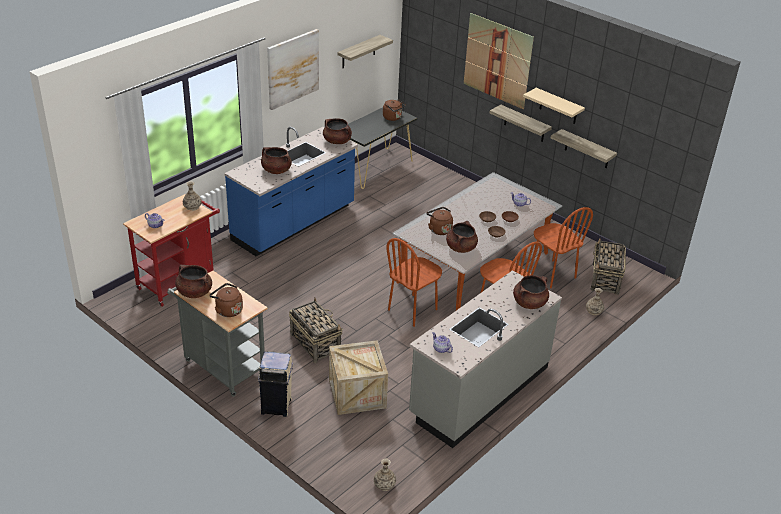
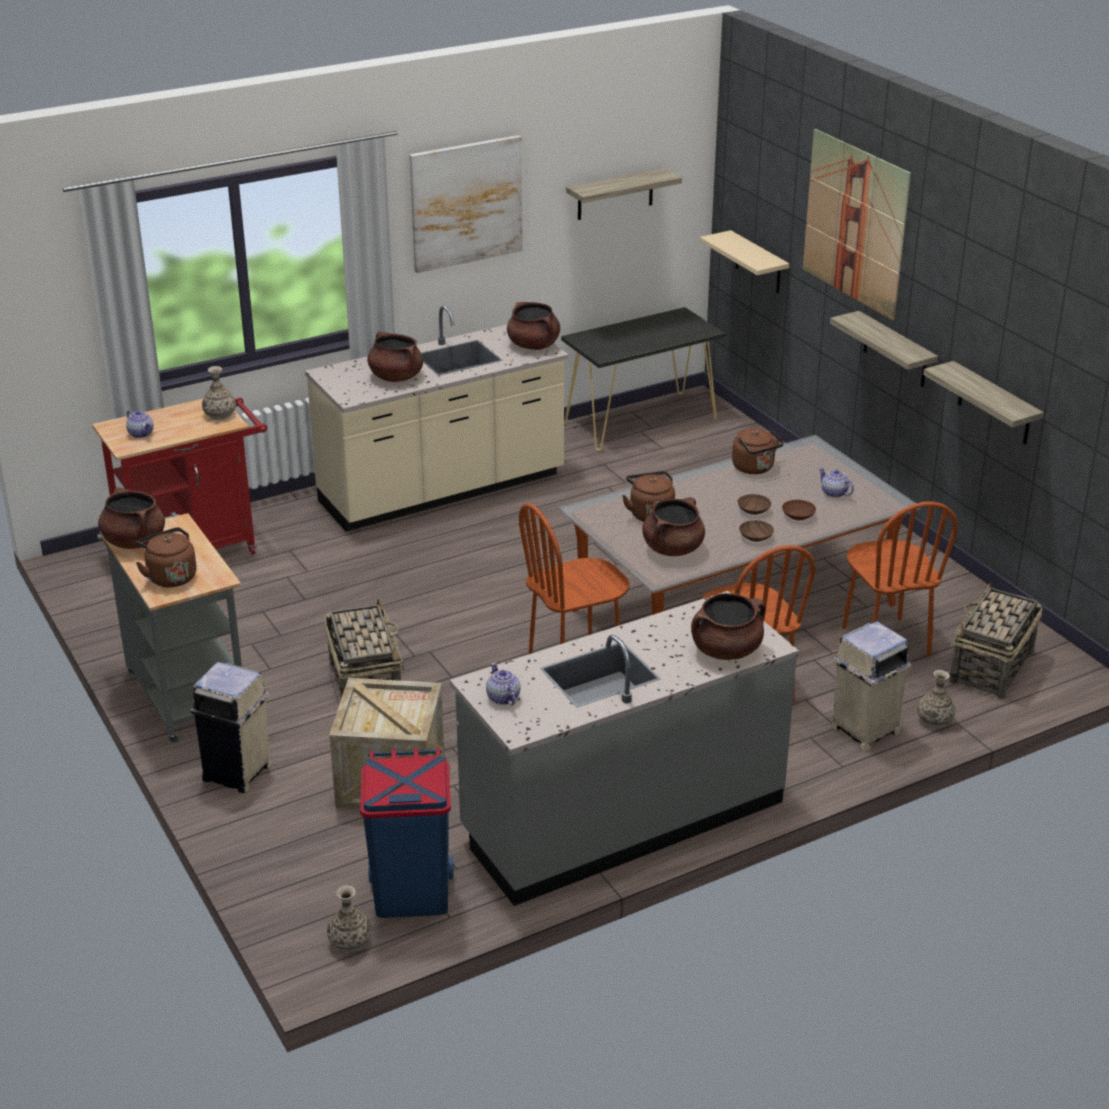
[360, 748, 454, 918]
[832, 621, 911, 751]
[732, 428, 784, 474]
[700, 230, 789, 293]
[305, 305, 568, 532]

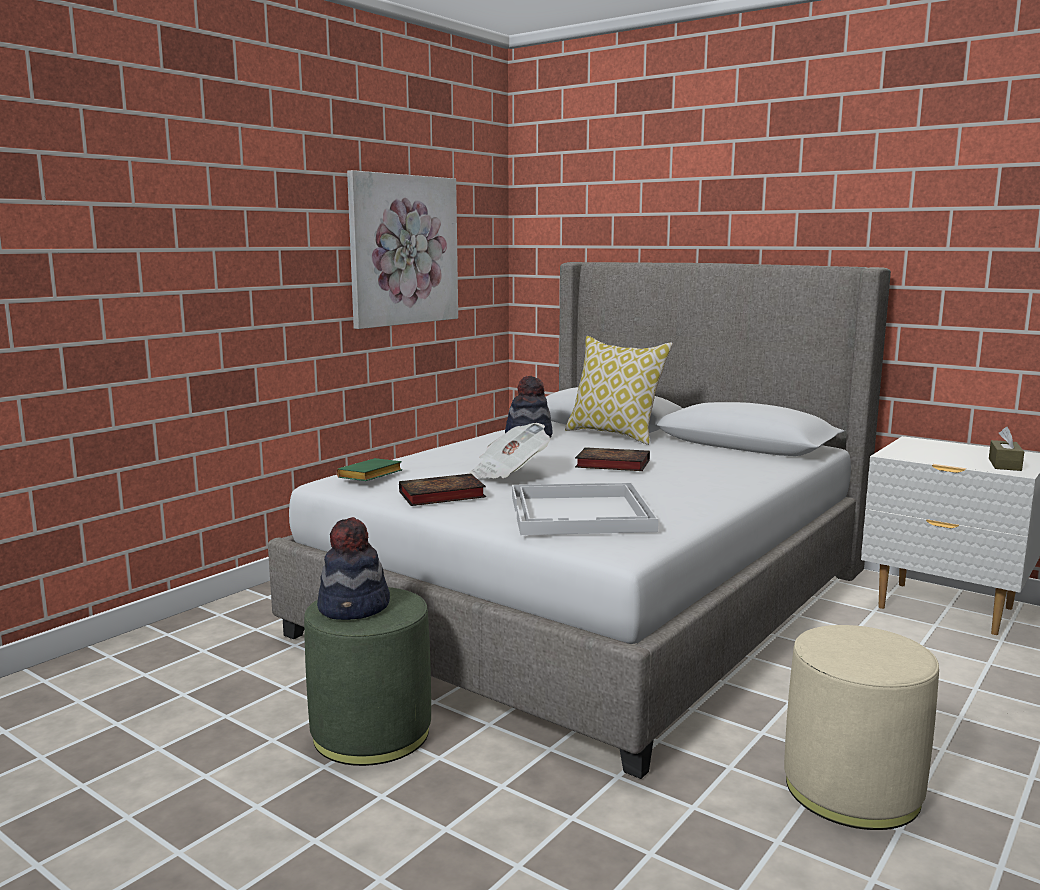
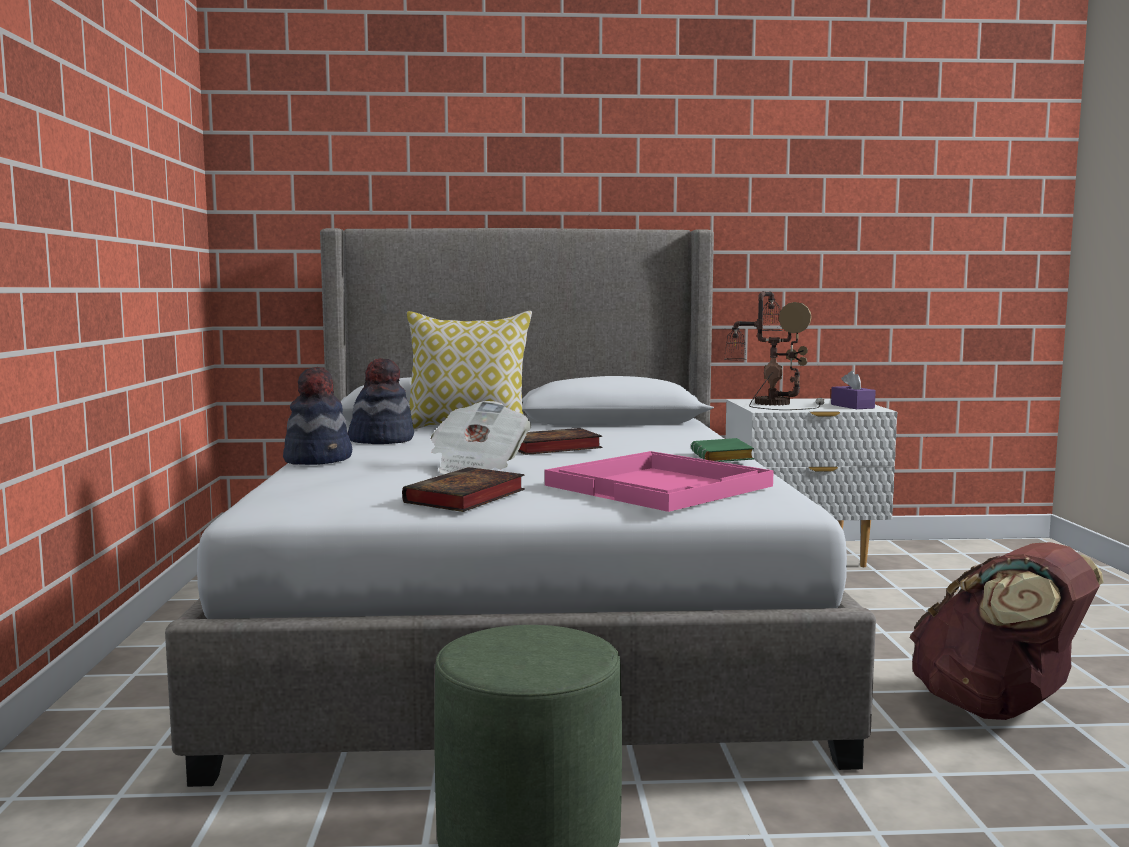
[347, 170, 458, 329] (first image)
[724, 291, 825, 410]
[283, 367, 352, 465]
[691, 438, 754, 462]
[909, 542, 1104, 720]
[545, 451, 774, 512]
[831, 371, 876, 409]

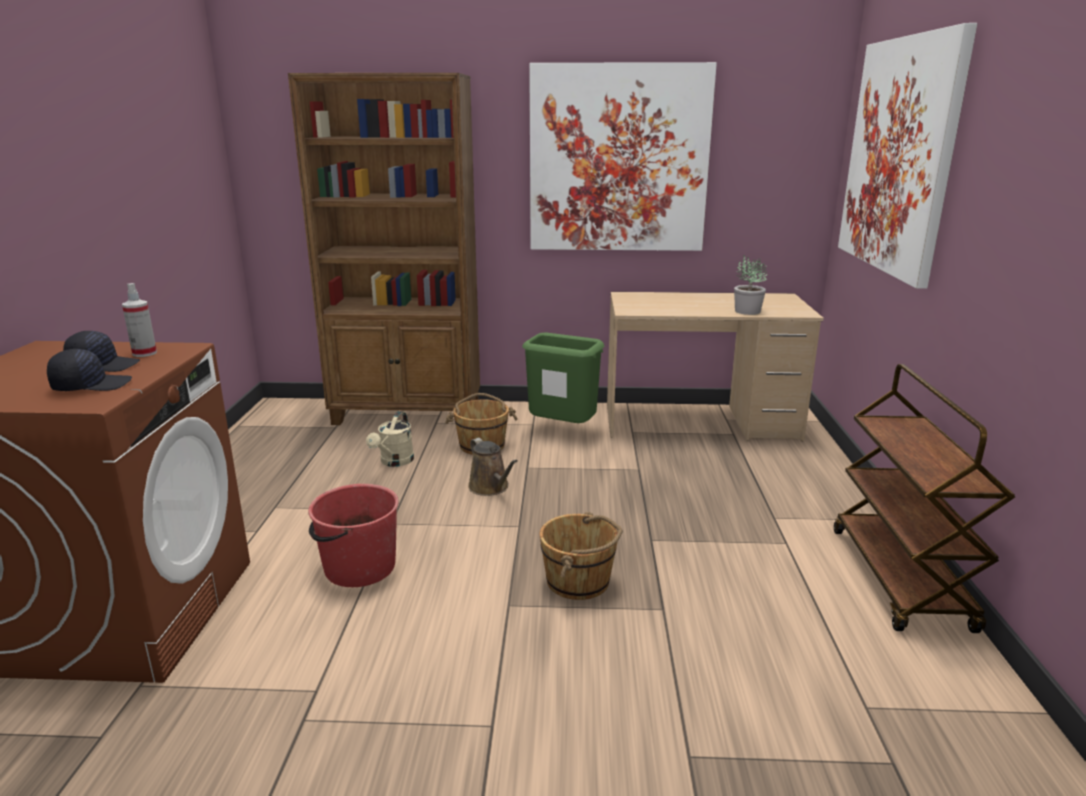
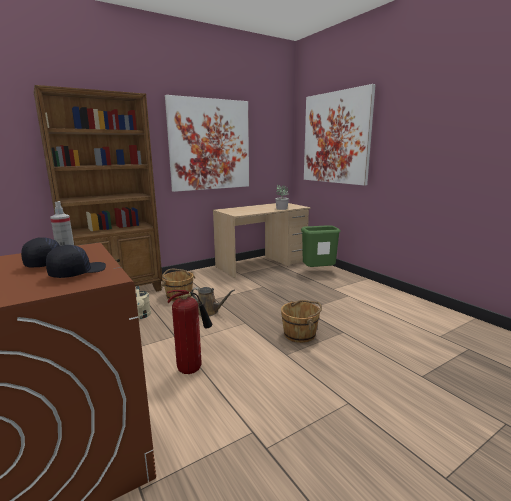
[834, 364, 1015, 633] (first image)
[301, 225, 341, 267]
[167, 290, 212, 374]

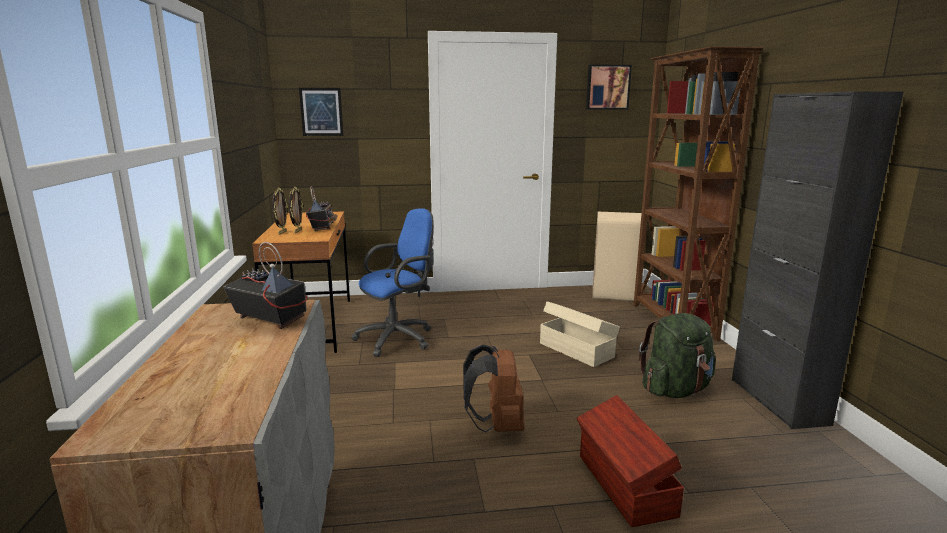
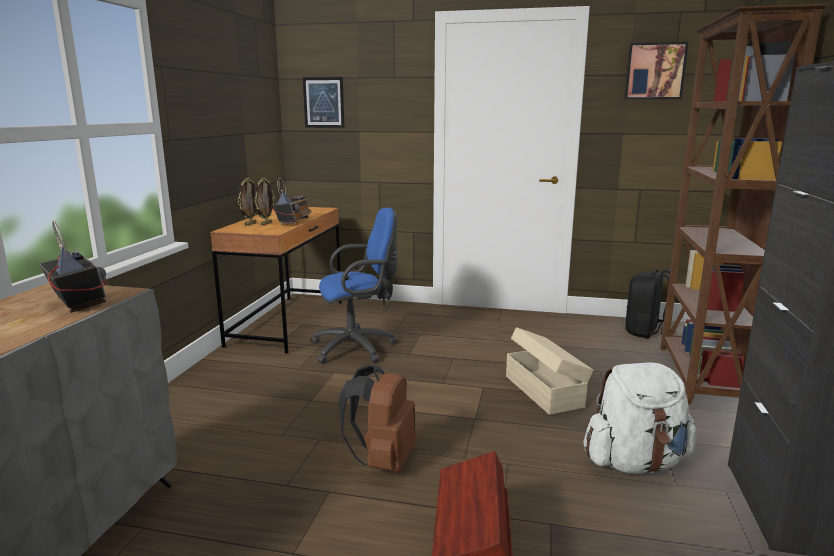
[626, 269, 676, 338]
[584, 363, 697, 474]

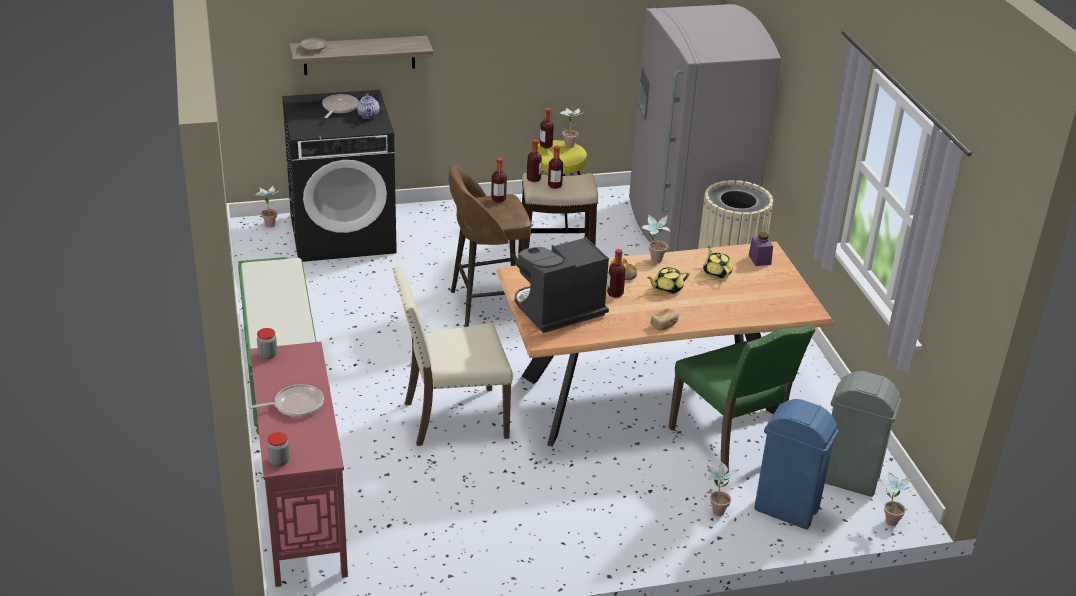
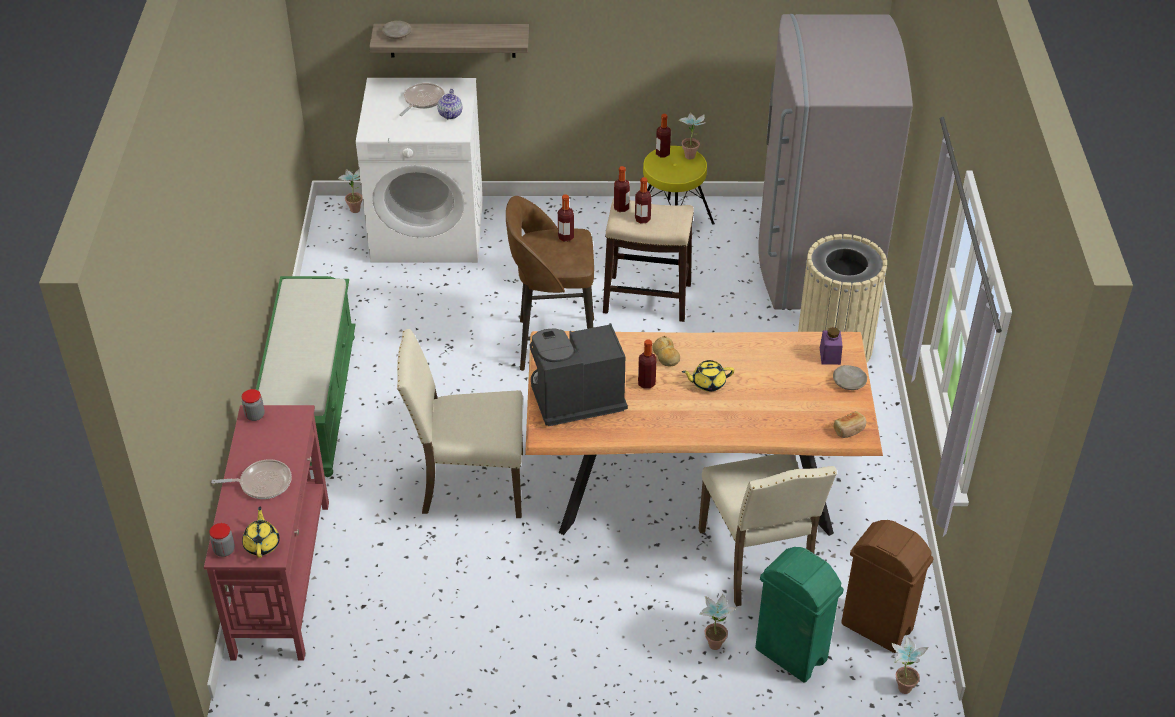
[641, 214, 670, 263] (first image)
[833, 365, 867, 390]
[833, 411, 866, 438]
[242, 507, 280, 558]
[356, 78, 483, 263]
[699, 454, 837, 606]
[755, 547, 844, 683]
[841, 520, 933, 653]

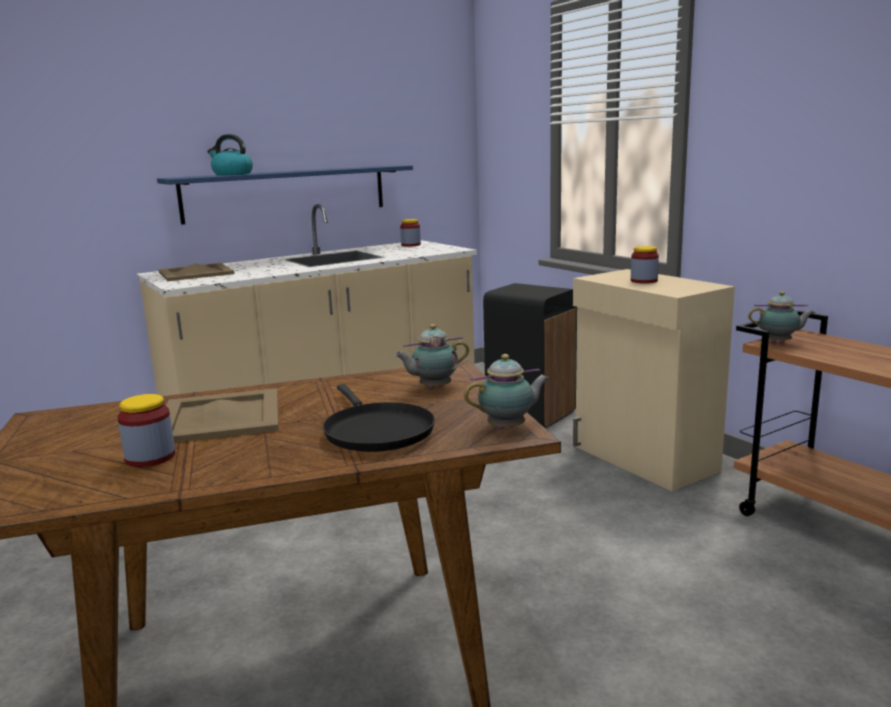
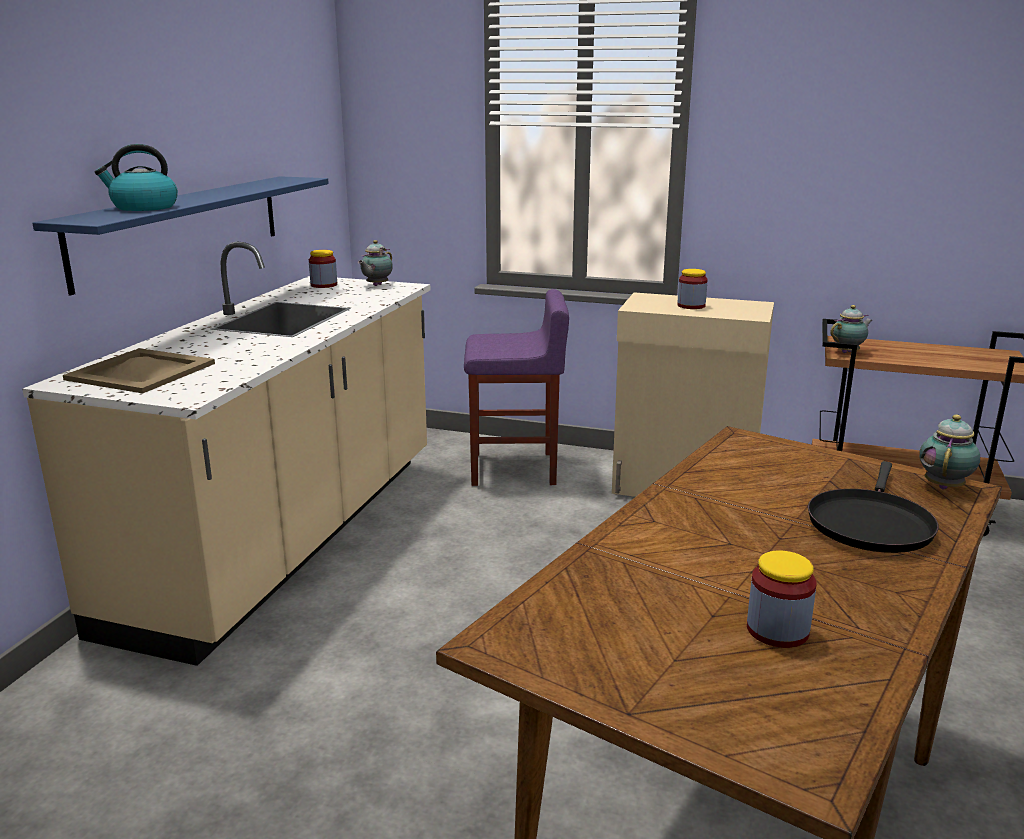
[166, 388, 279, 442] (first image)
[358, 240, 393, 286]
[464, 289, 569, 486]
[808, 461, 939, 553]

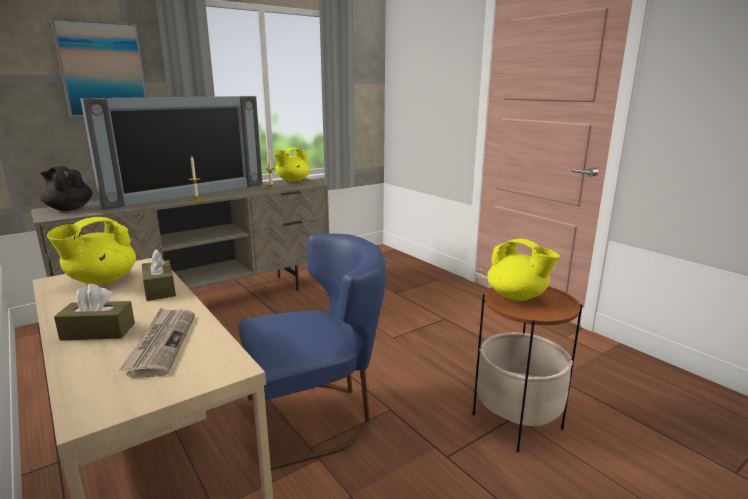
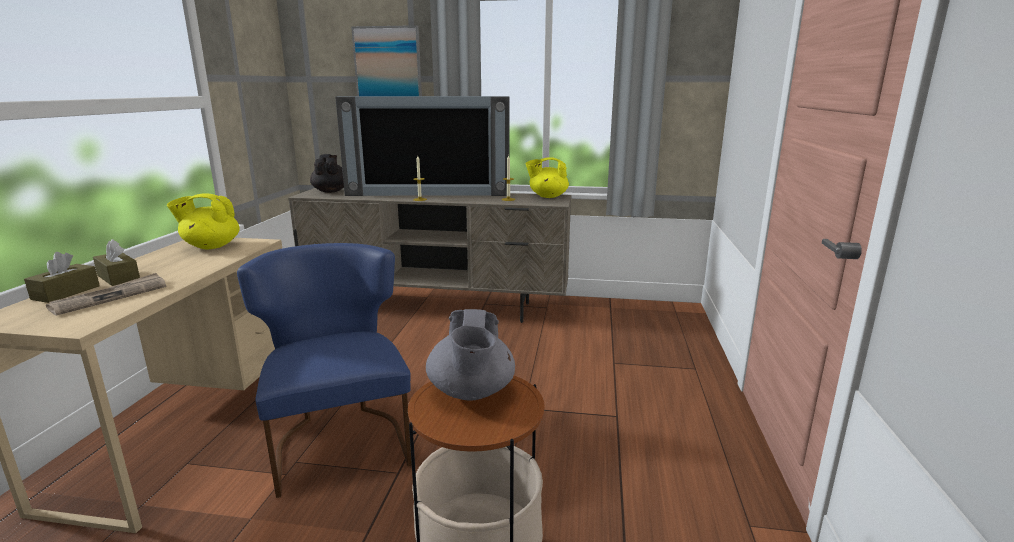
[24, 252, 100, 303]
[426, 309, 515, 400]
[237, 243, 412, 498]

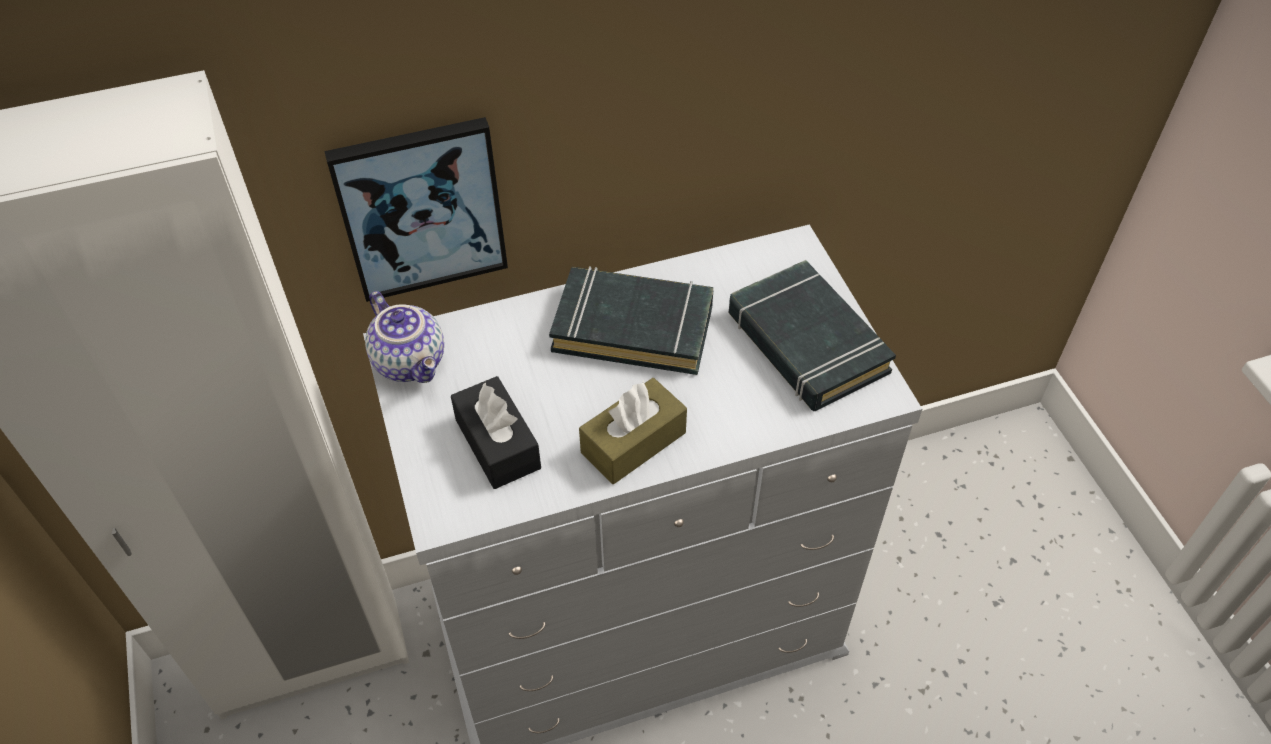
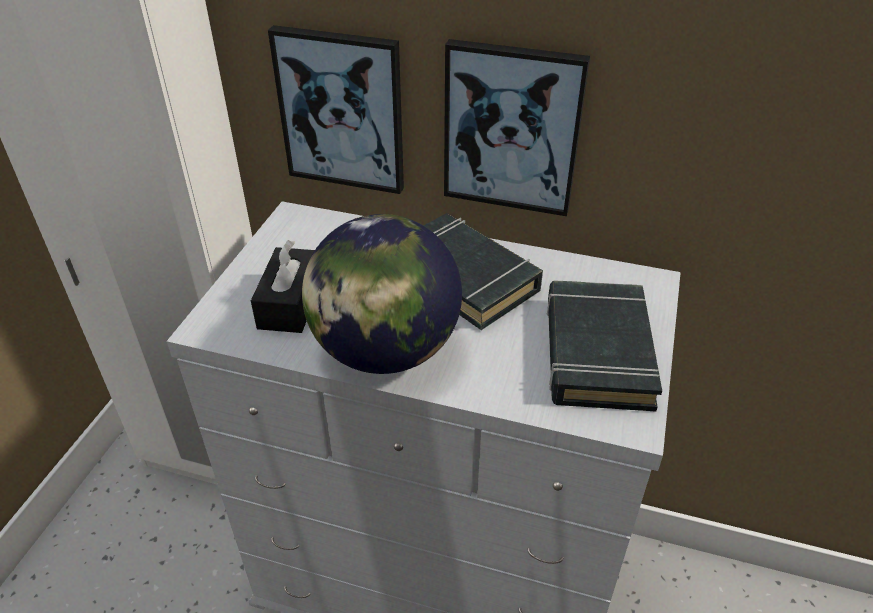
[365, 291, 444, 383] (first image)
[444, 39, 590, 216]
[302, 214, 462, 374]

